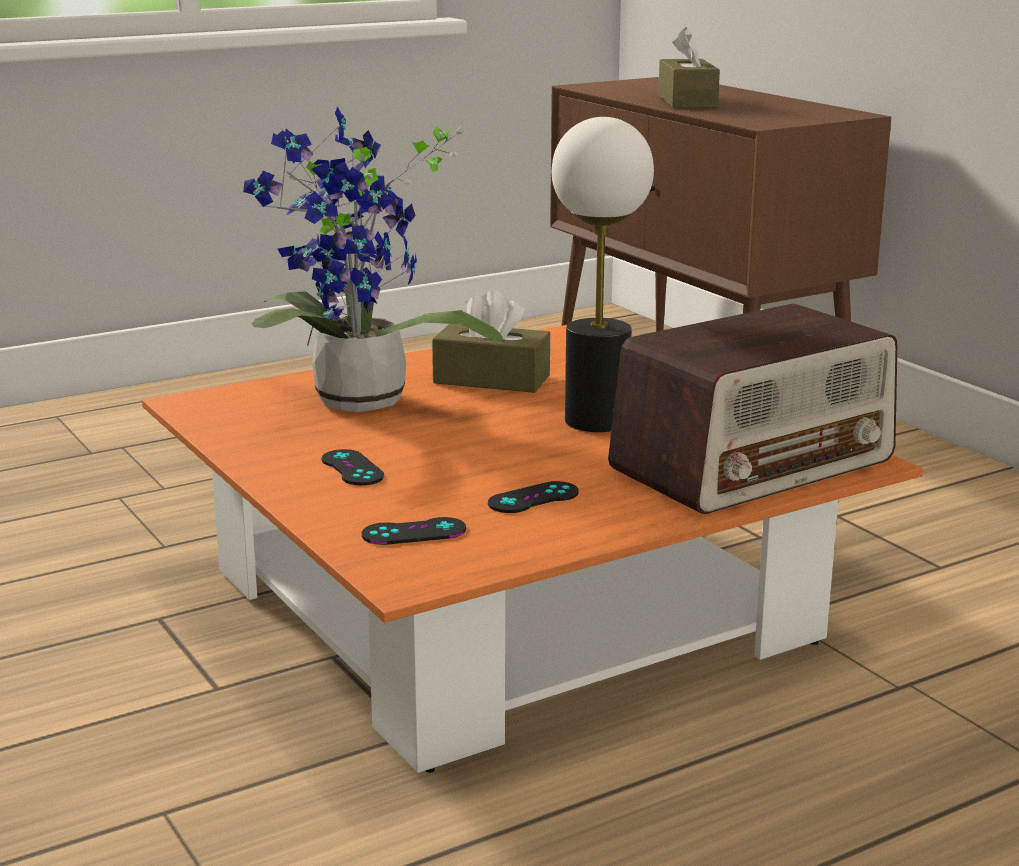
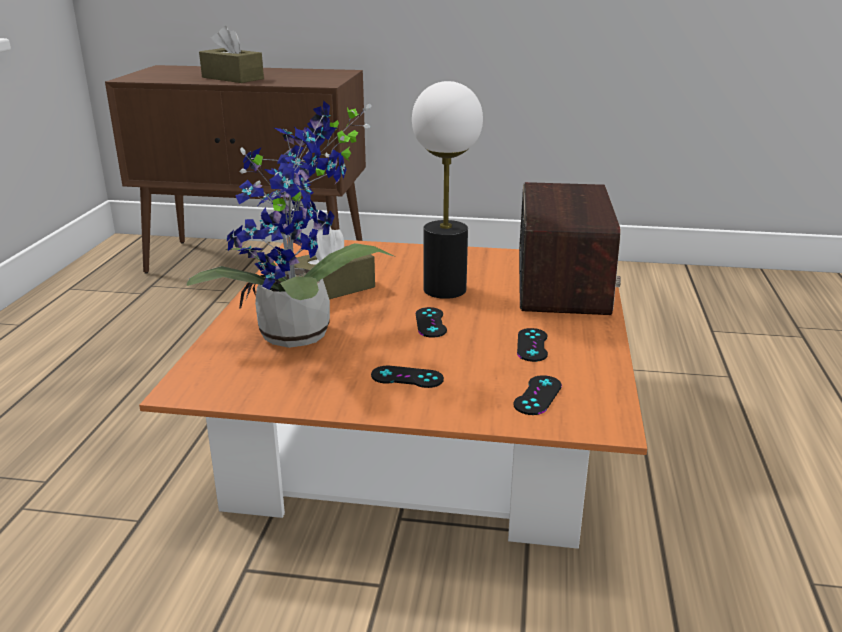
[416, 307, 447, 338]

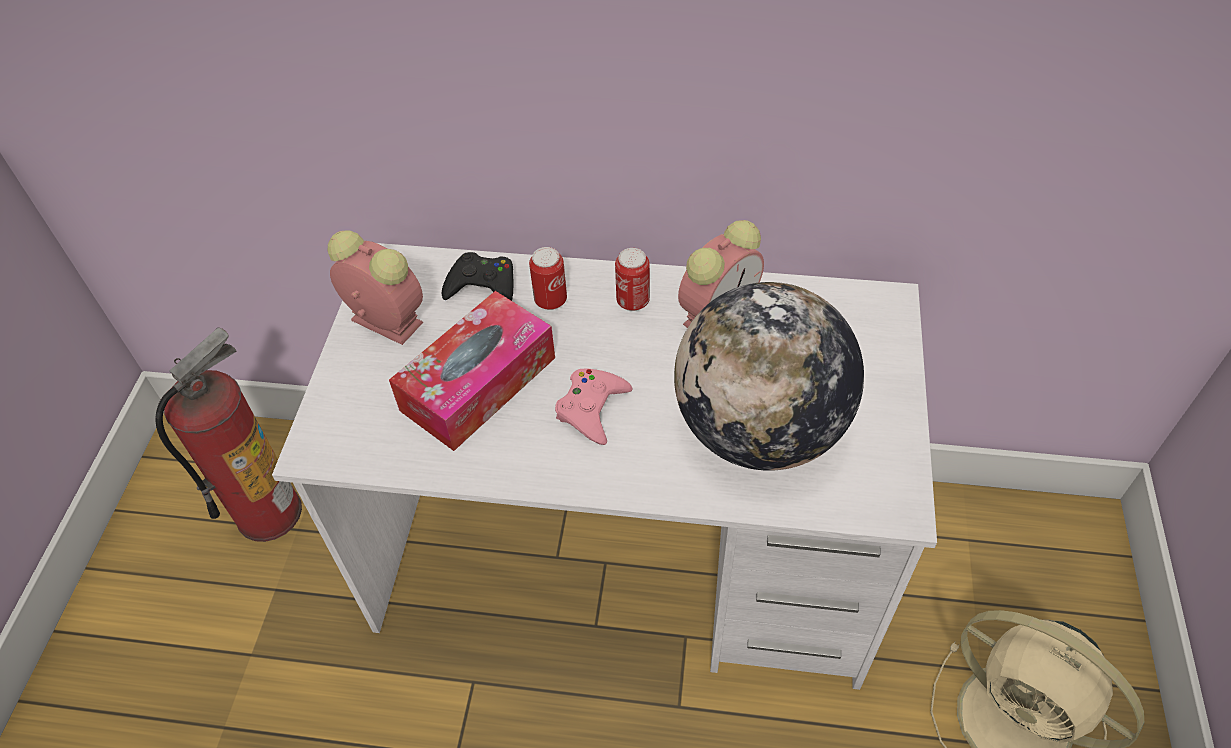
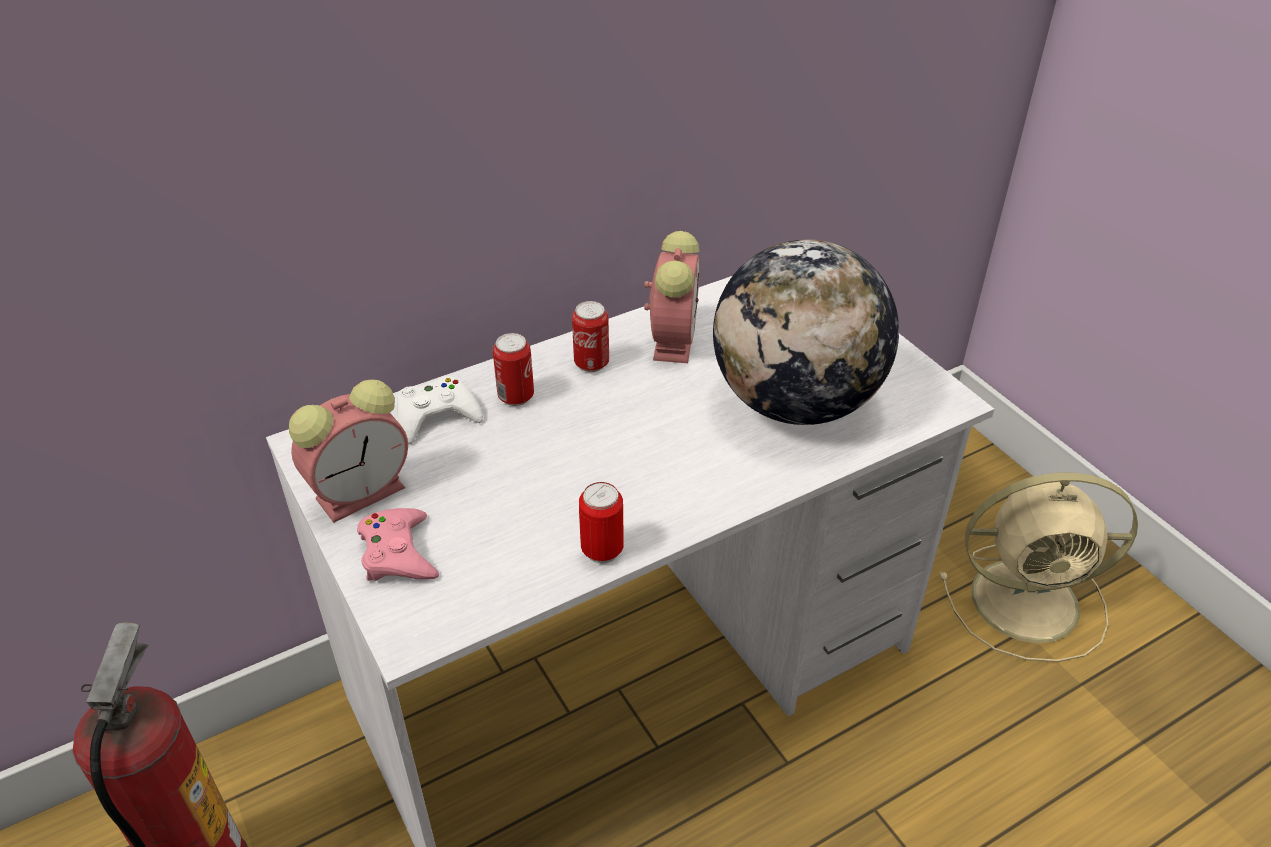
[389, 291, 555, 451] (first image)
[579, 482, 624, 563]
[357, 508, 439, 581]
[397, 376, 483, 444]
[289, 379, 408, 523]

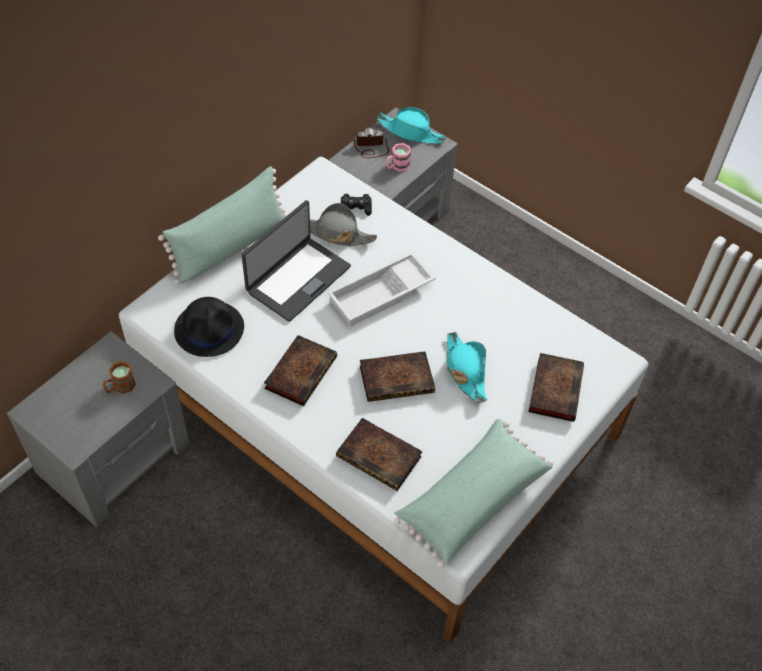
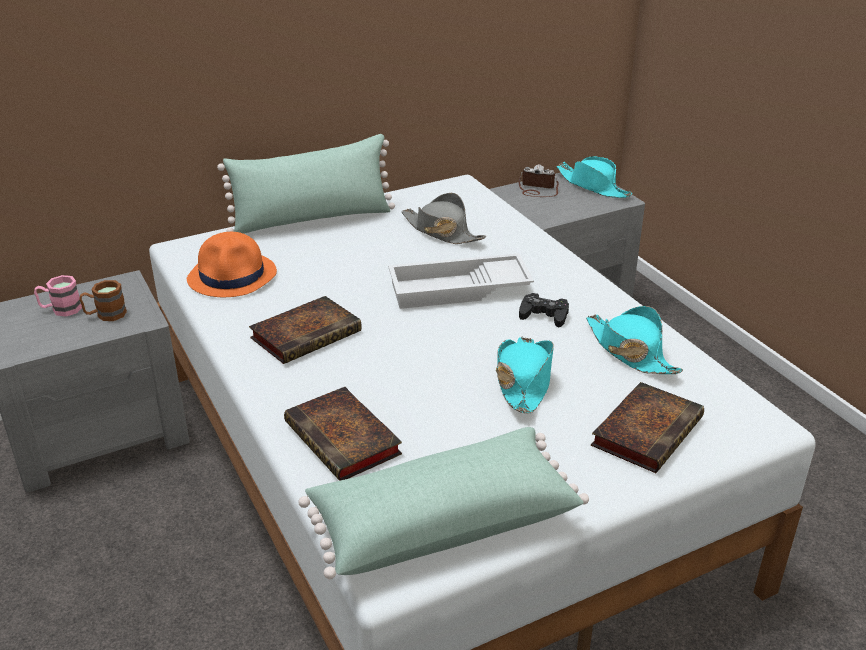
[241, 200, 351, 322] (first image)
[360, 351, 435, 402] (first image)
[586, 306, 683, 374]
[519, 293, 569, 327]
[34, 275, 82, 316]
[187, 232, 277, 297]

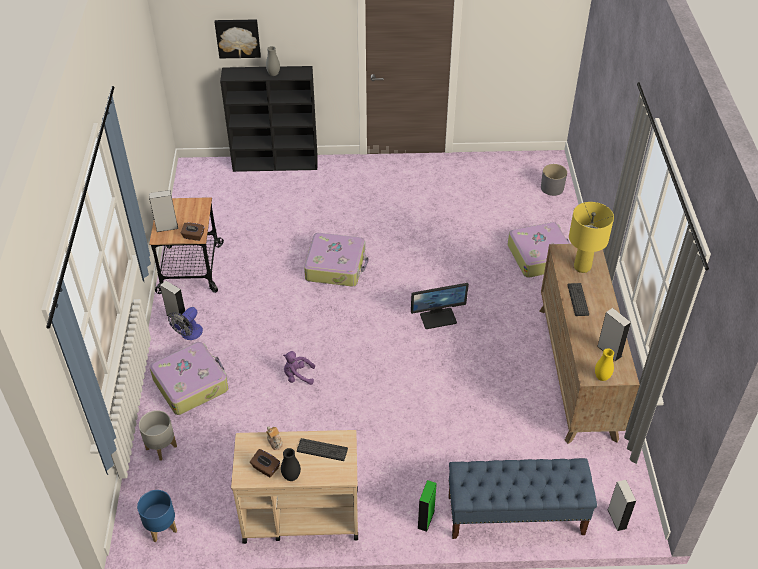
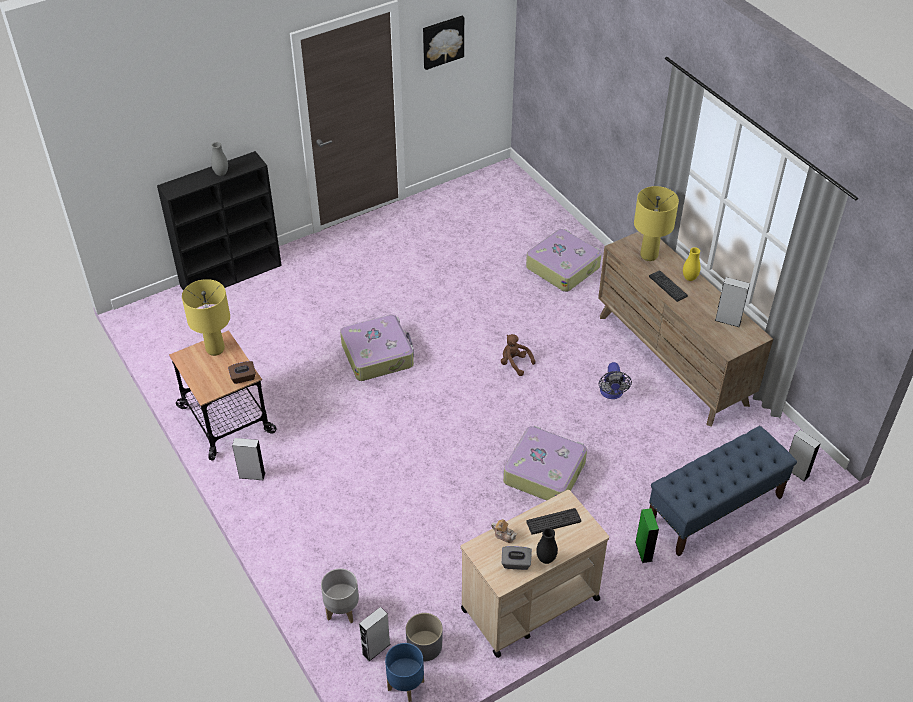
[283, 351, 315, 385] (first image)
[182, 279, 230, 356]
[359, 607, 391, 661]
[503, 426, 587, 501]
[599, 362, 632, 399]
[423, 16, 464, 70]
[406, 613, 443, 661]
[683, 247, 701, 281]
[501, 334, 536, 376]
[502, 546, 532, 570]

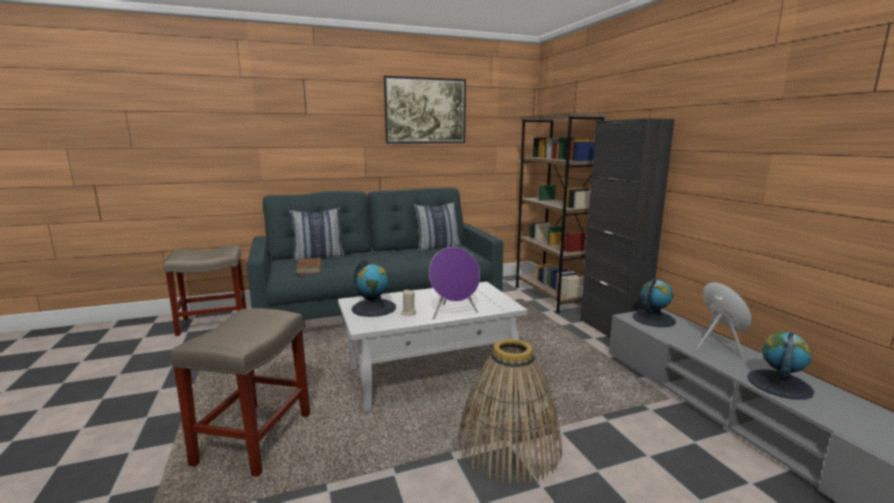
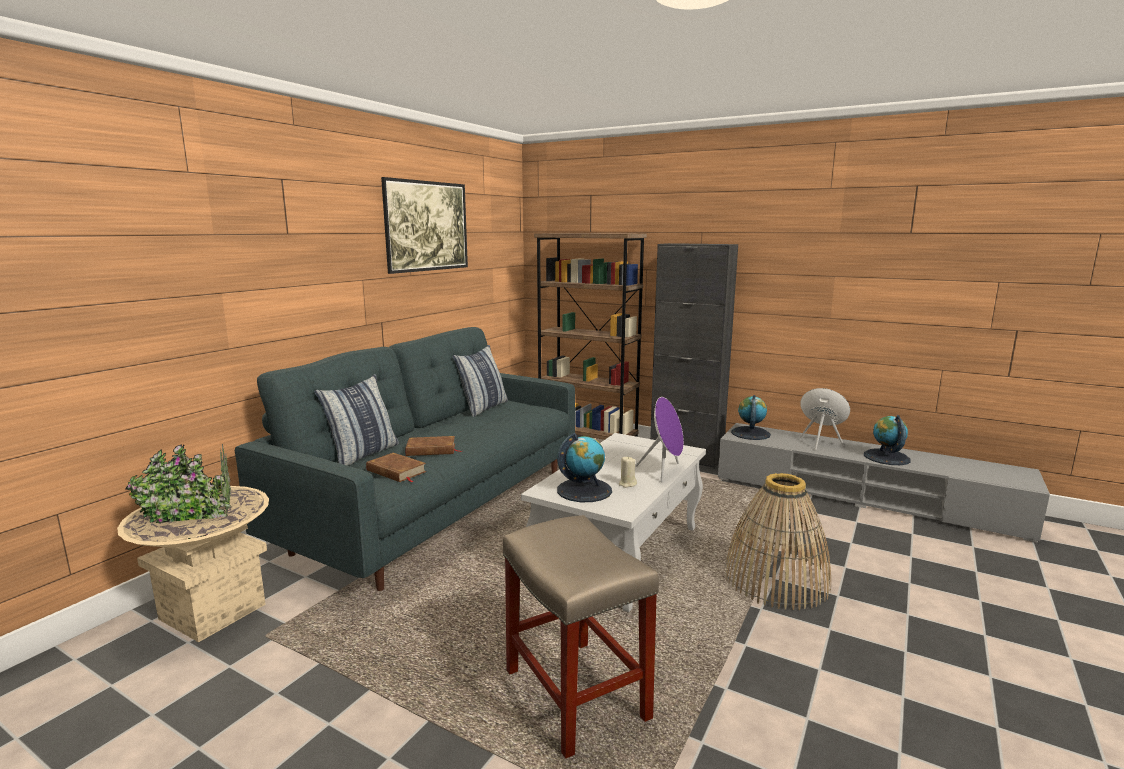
[405, 436, 462, 456]
[117, 443, 269, 642]

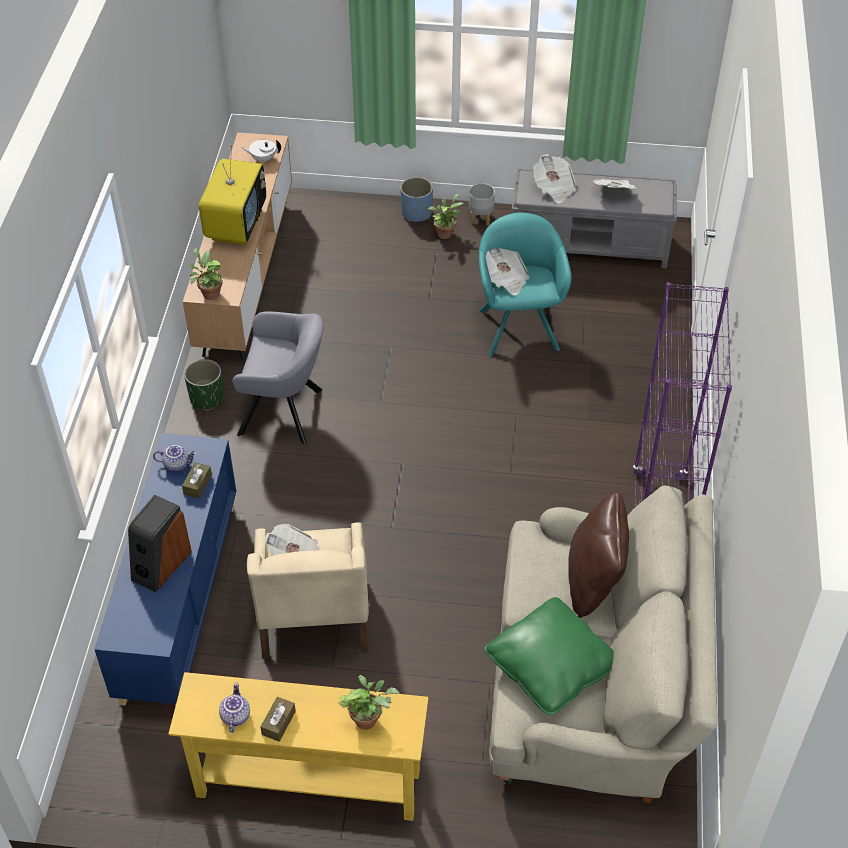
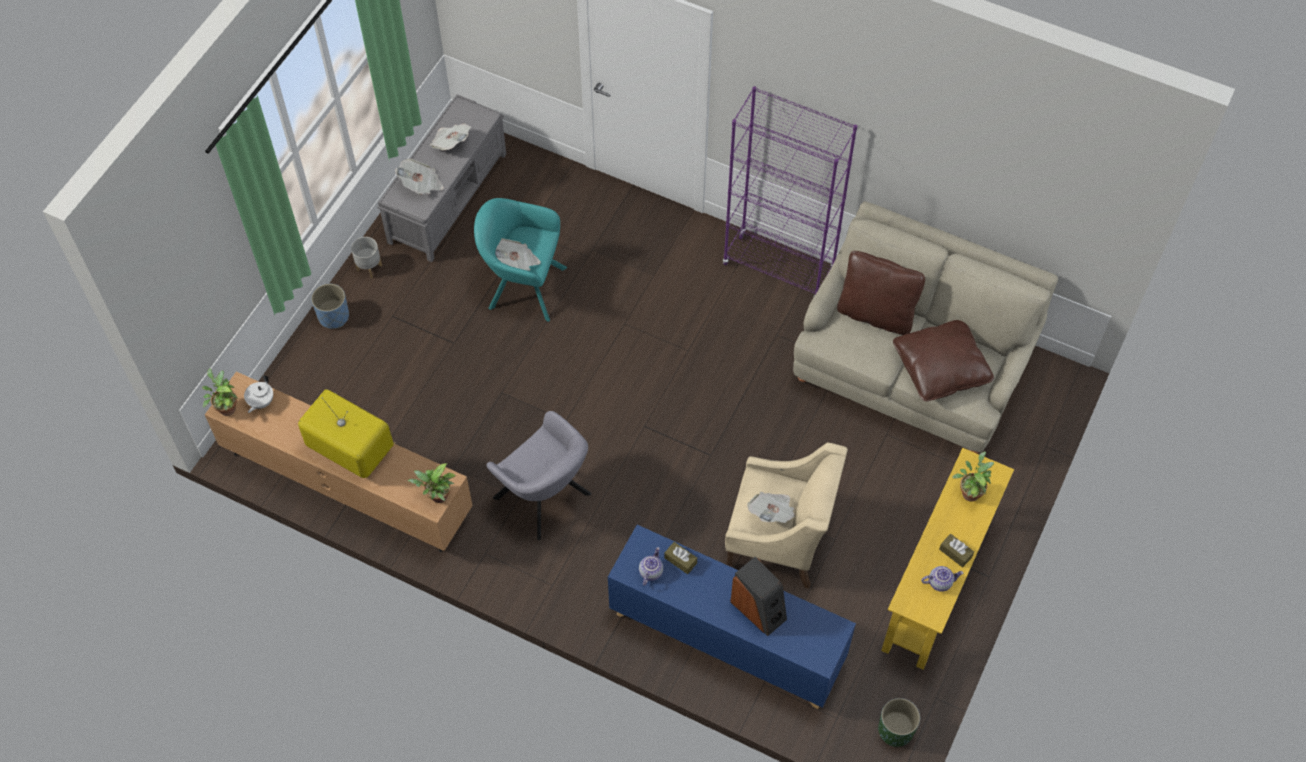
[878, 698, 920, 747]
[202, 368, 237, 416]
[893, 320, 994, 401]
[921, 566, 963, 592]
[486, 411, 591, 540]

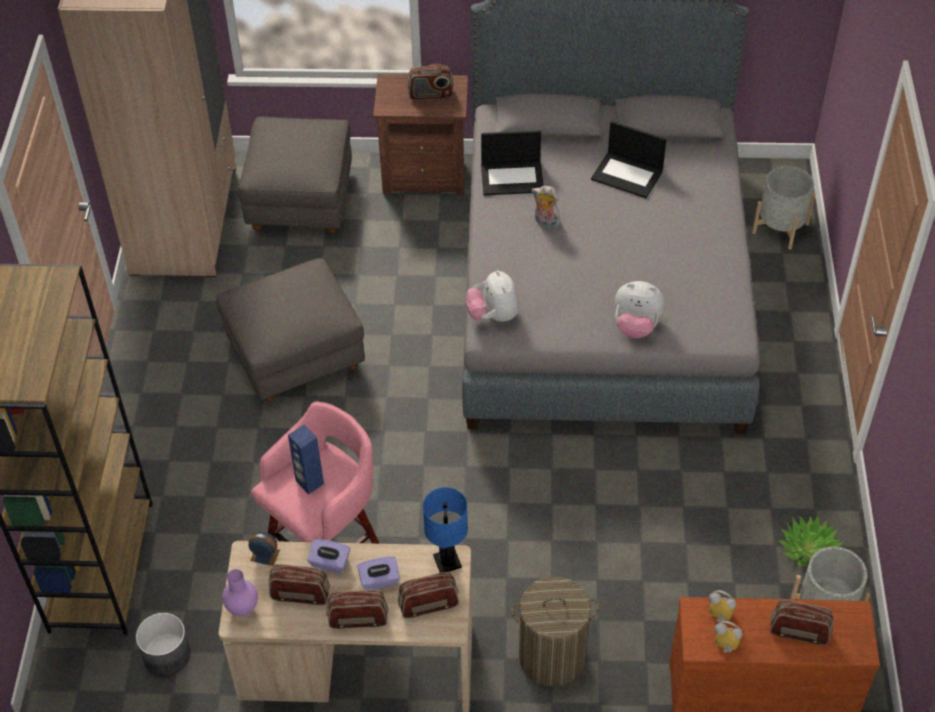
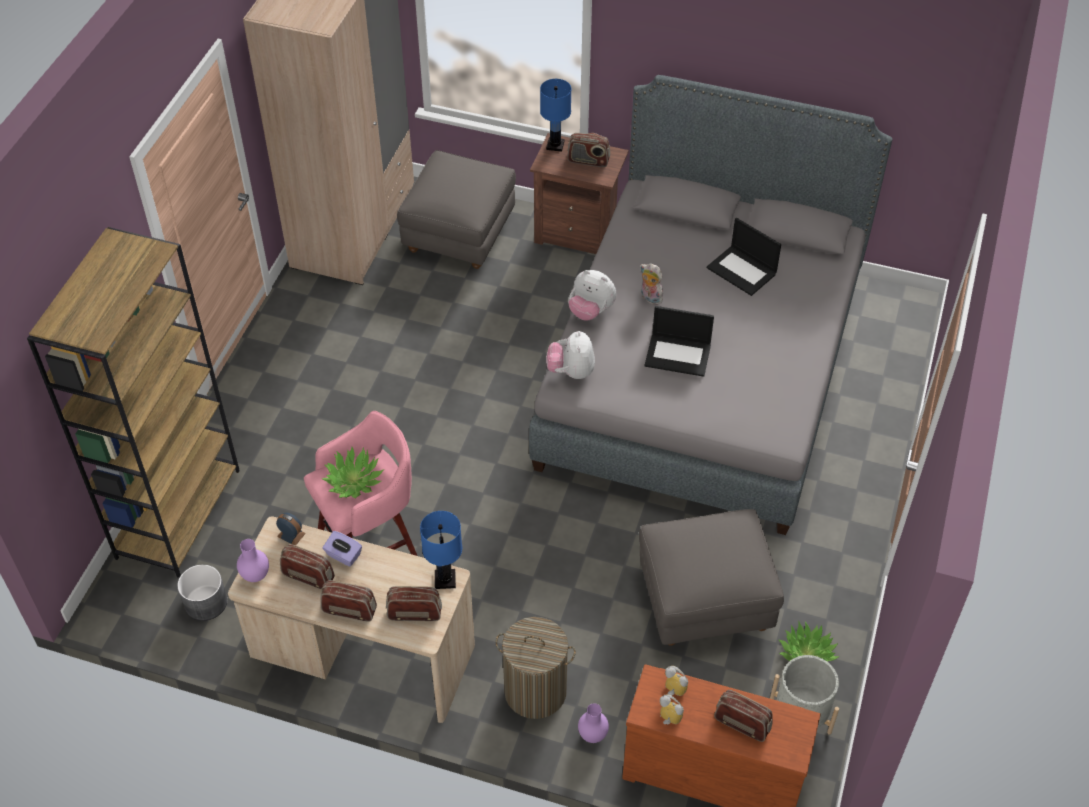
[357, 557, 400, 590] (first image)
[752, 166, 816, 250] (first image)
[540, 79, 571, 152]
[578, 703, 609, 743]
[639, 509, 784, 646]
[645, 306, 714, 377]
[568, 270, 616, 321]
[322, 447, 384, 498]

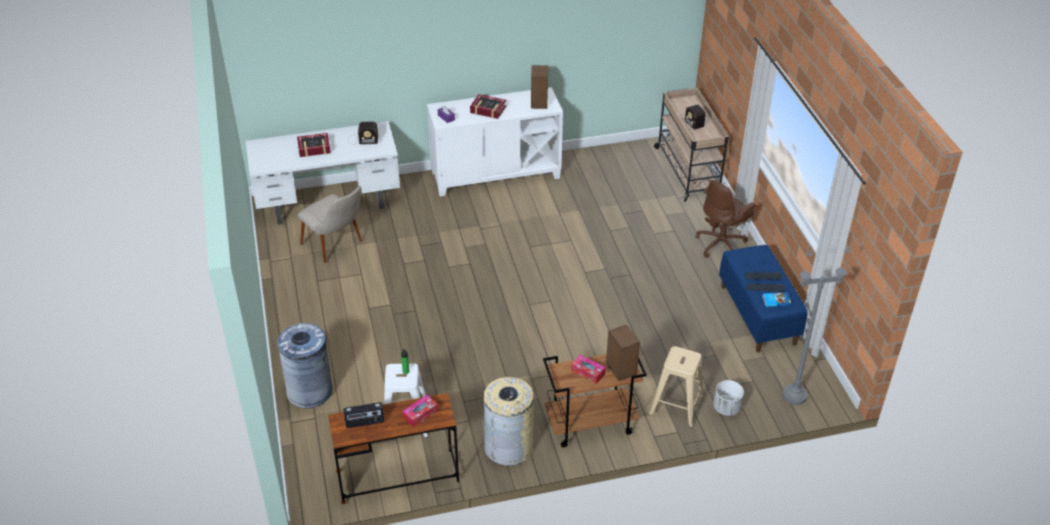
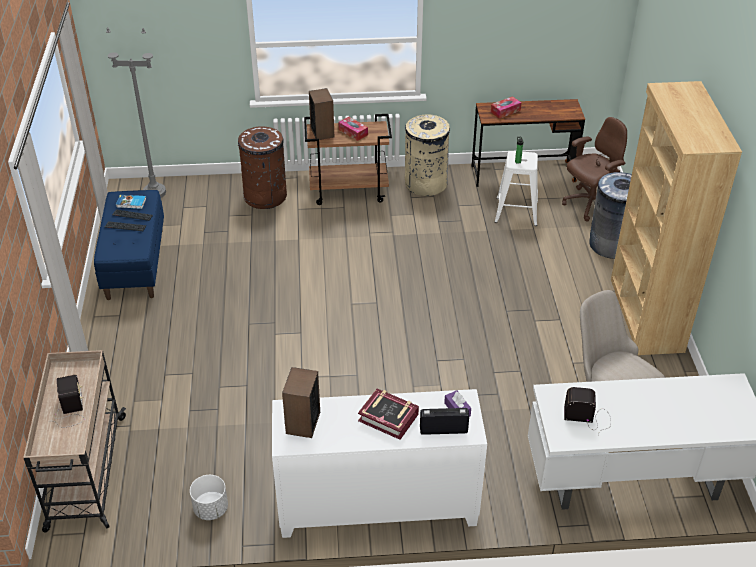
[297, 133, 331, 157] (first image)
[611, 81, 742, 355]
[420, 408, 469, 435]
[562, 117, 627, 222]
[190, 475, 228, 520]
[237, 126, 287, 209]

